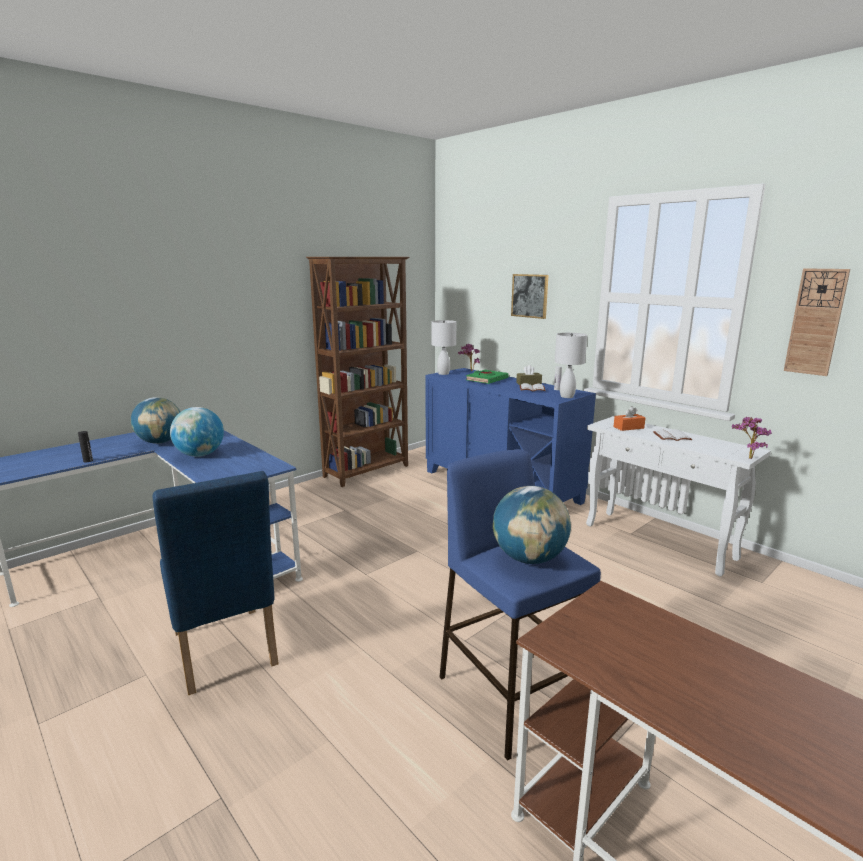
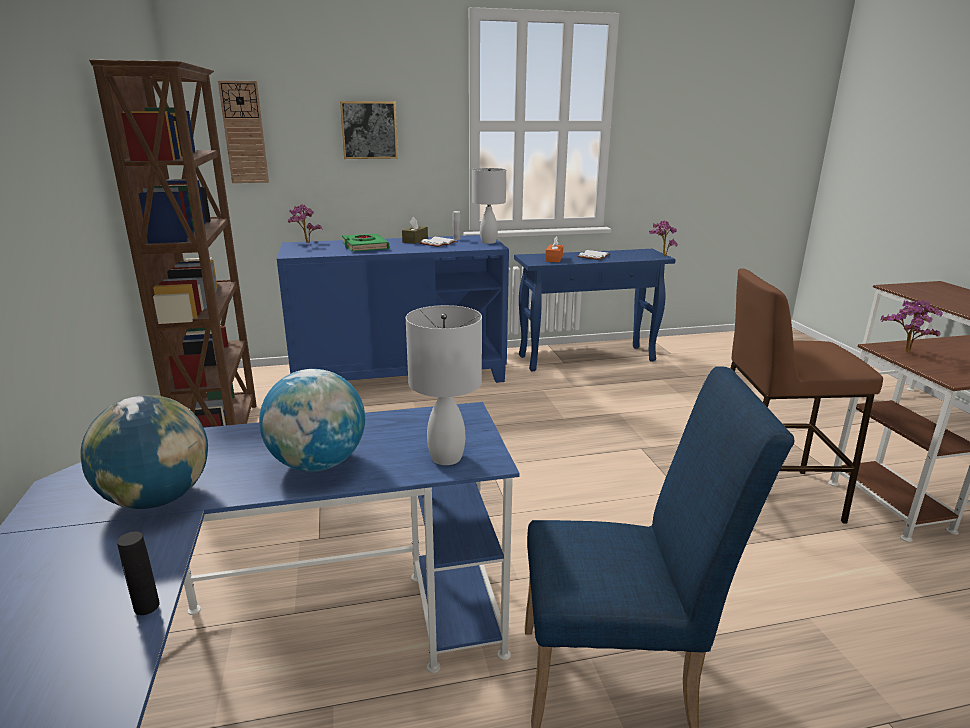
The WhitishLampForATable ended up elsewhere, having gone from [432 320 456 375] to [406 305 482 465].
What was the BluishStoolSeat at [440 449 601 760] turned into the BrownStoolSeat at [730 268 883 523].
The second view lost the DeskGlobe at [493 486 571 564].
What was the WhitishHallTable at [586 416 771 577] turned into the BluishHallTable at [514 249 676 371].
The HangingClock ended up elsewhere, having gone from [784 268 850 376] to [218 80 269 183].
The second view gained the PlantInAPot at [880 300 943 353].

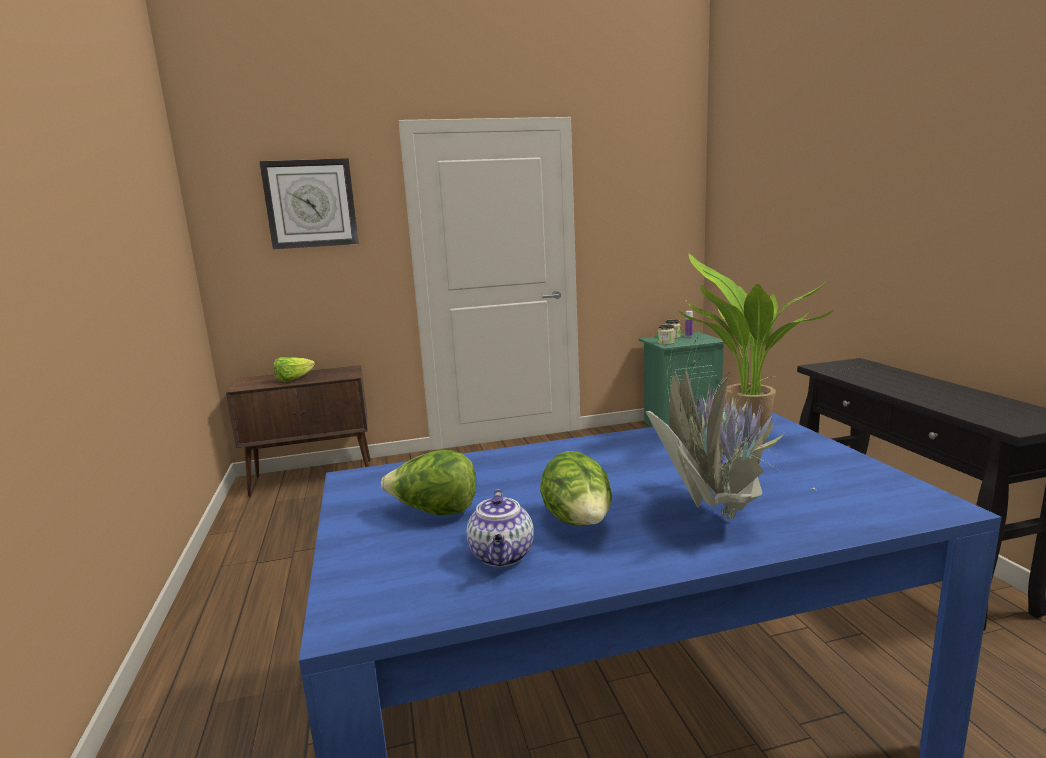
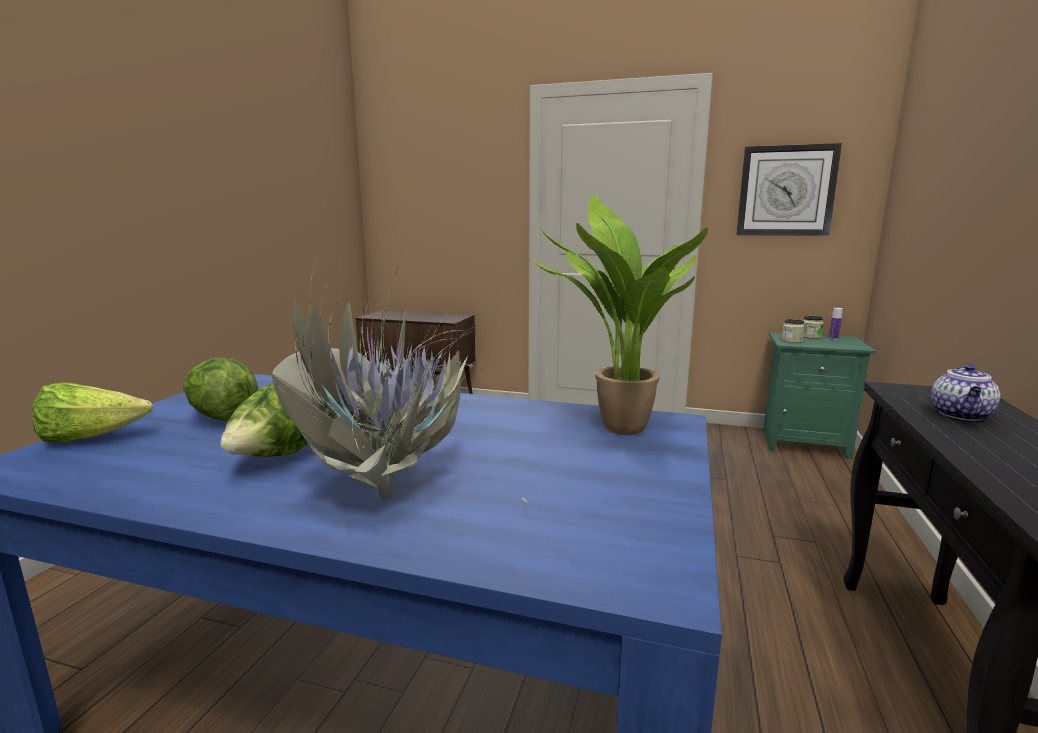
The HangingClock ended up elsewhere, having gone from [259 158 359 249] to [737 143 842 236].
The Lettuce ended up elsewhere, having gone from [273 357 315 382] to [32 382 153 443].
The PotForTea ended up elsewhere, having gone from [467 489 534 567] to [931 364 1000 421].

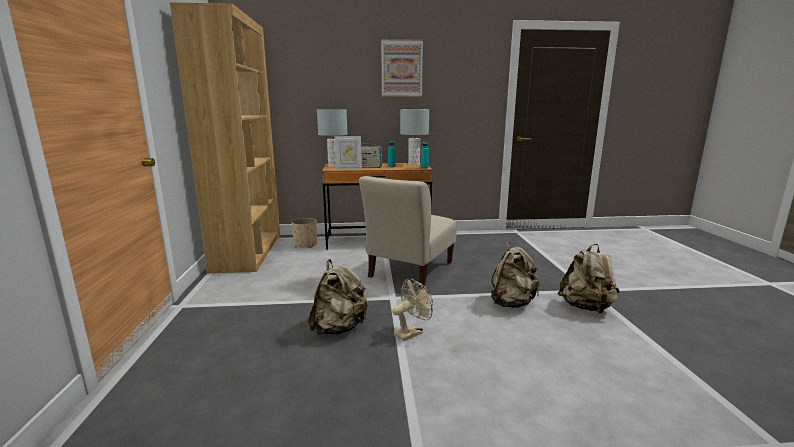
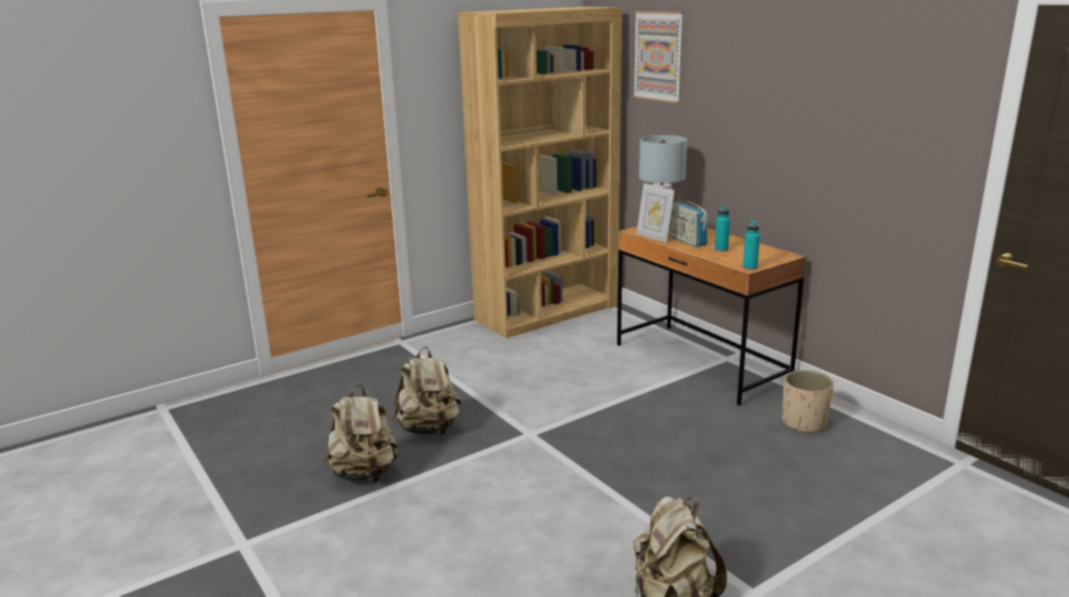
The SandColouredPlantPot ended up elsewhere, having gone from [291 218 317 248] to [782 370 834 433].
The second view lost the SandColouredUprightChair at [359 176 457 289].
The WallPicture ended up elsewhere, having gone from [381 39 423 97] to [633 11 684 104].
The second view lost the SandColouredCoolingFan at [392 279 433 341].
The second view lost the GreyishLampForATable at [400 109 429 166].
The SandColouredBackpack ended up elsewhere, having gone from [491 241 540 308] to [324 385 398 483].

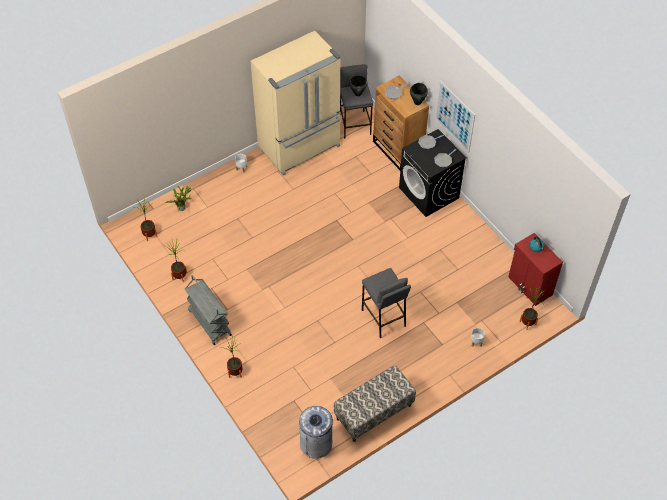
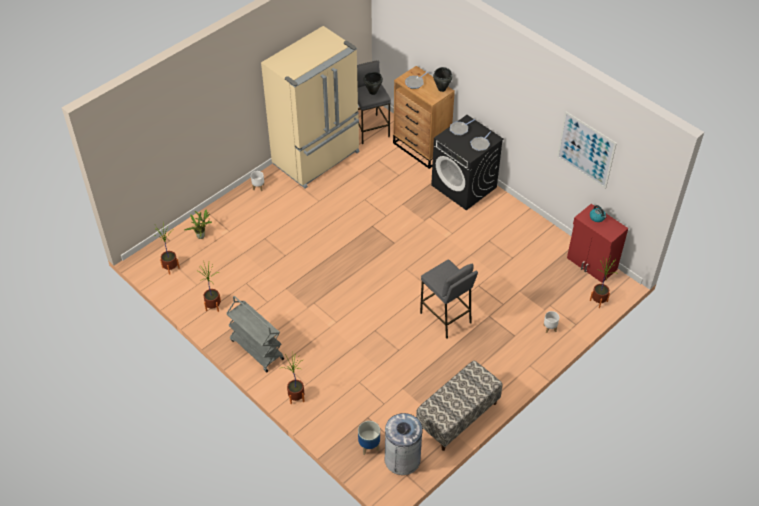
The WallPicture ended up elsewhere, having gone from [435 80 475 153] to [557 111 617 189].
The second view gained the PlantPot at [358 421 380 455].

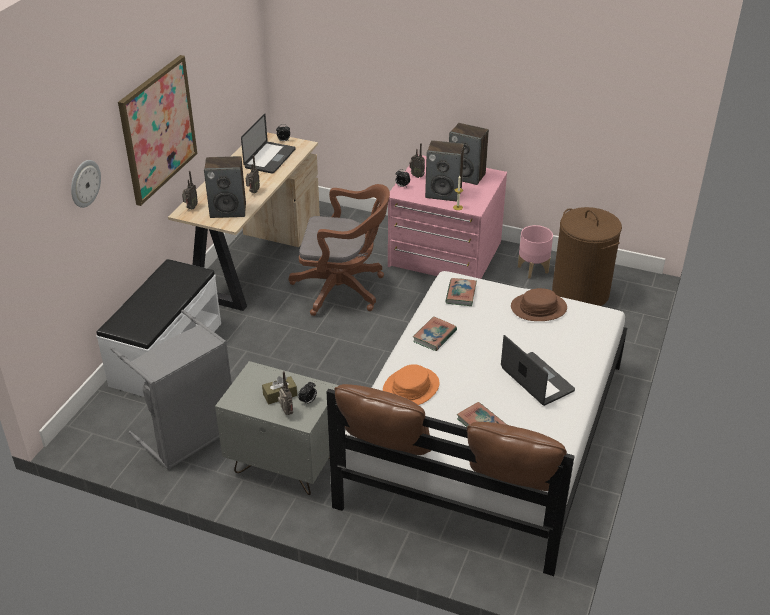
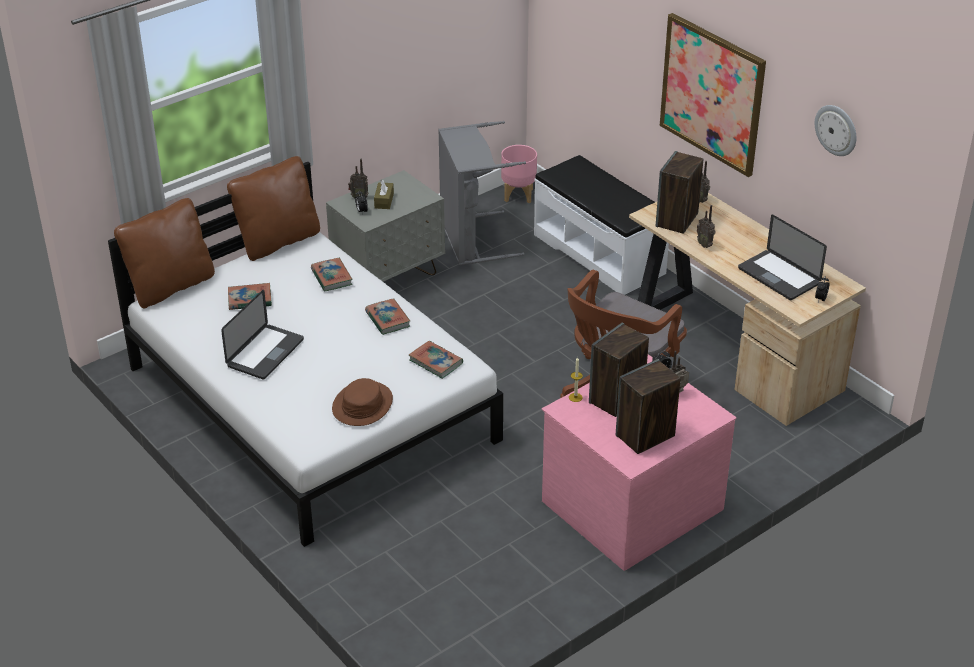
The HangingClock ended up elsewhere, having gone from [71 160 101 208] to [815 105 856 156].
Where the OrangeColouredHat stood at [383 364 440 405], the Volume came to stand at [311 258 353 292].
The NotebookComputer at [501 335 575 406] ended up facing another way, 60 degrees counterclockwise from before.
The PinkishPlantPot ended up elsewhere, having gone from [518 225 553 279] to [501 145 537 203].
The second view lost the BrownLaundryBasket at [552 207 622 306].

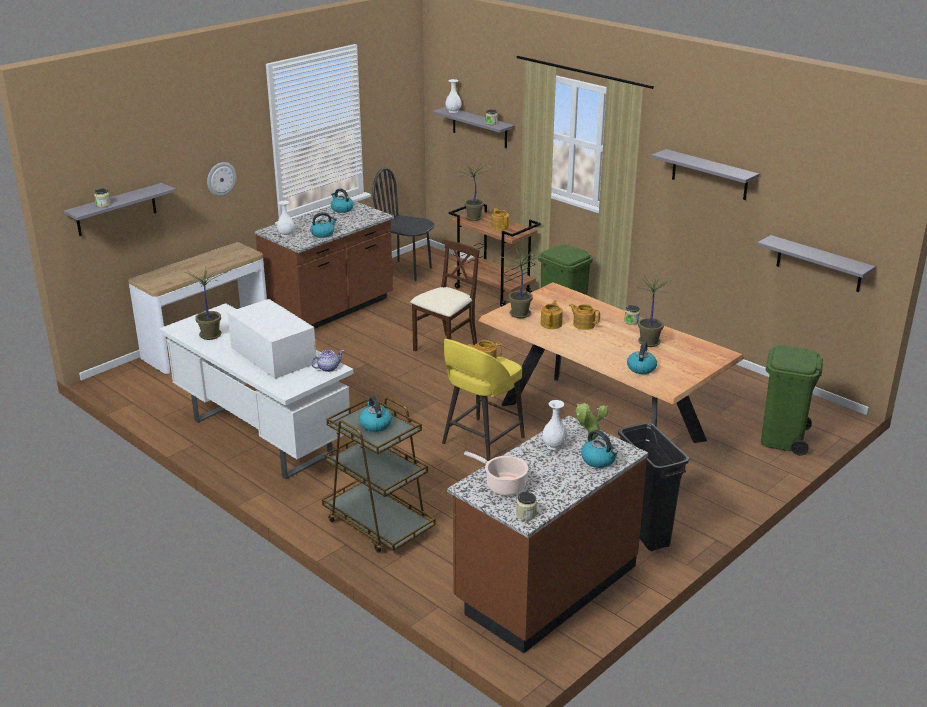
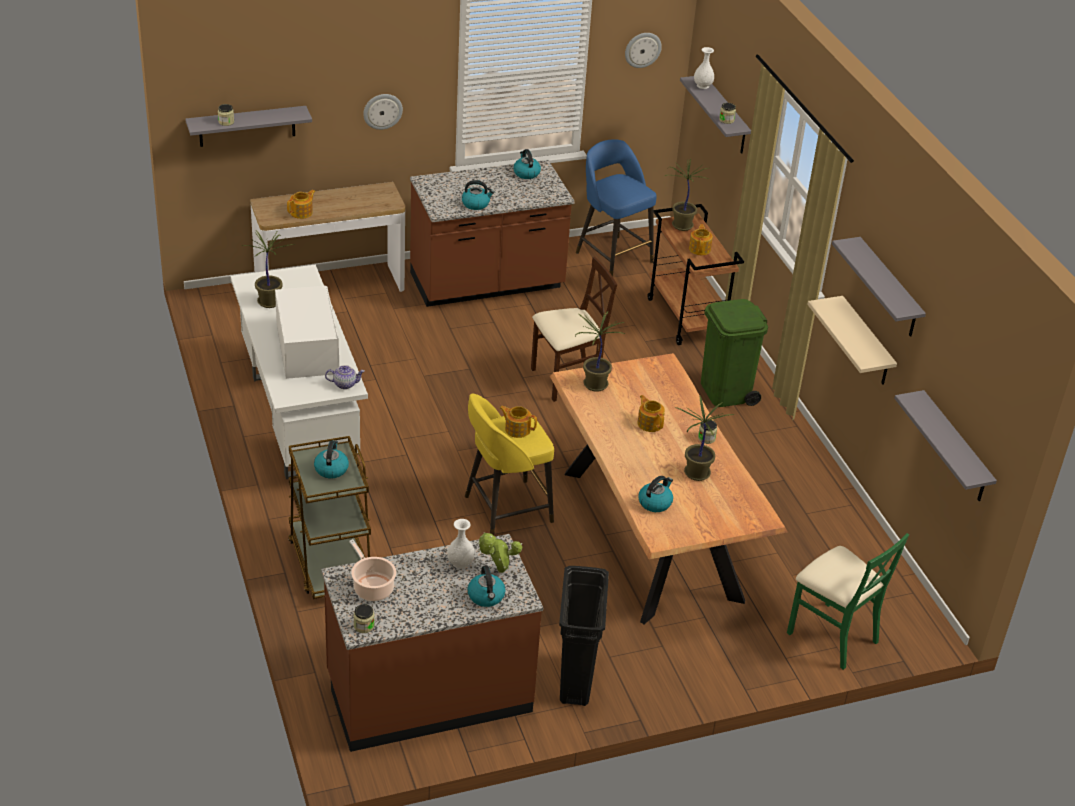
The second view lost the WhitishDecorativeVase at [277 201 295 237].
Where the BlackColouredUprightChair stood at [372 168 435 282], the BluishStoolSeat came to stand at [576 139 657 276].
The PotForTea ended up elsewhere, having gone from [540 300 563 329] to [287 190 315 219].
Where the GreenishWasteBin stood at [761 345 823 455], the GreenishUprightChair came to stand at [787 533 909 670].
The second view gained the HangingClock at [625 33 662 68].
The second view gained the SandColouredShelf at [807 296 897 385].

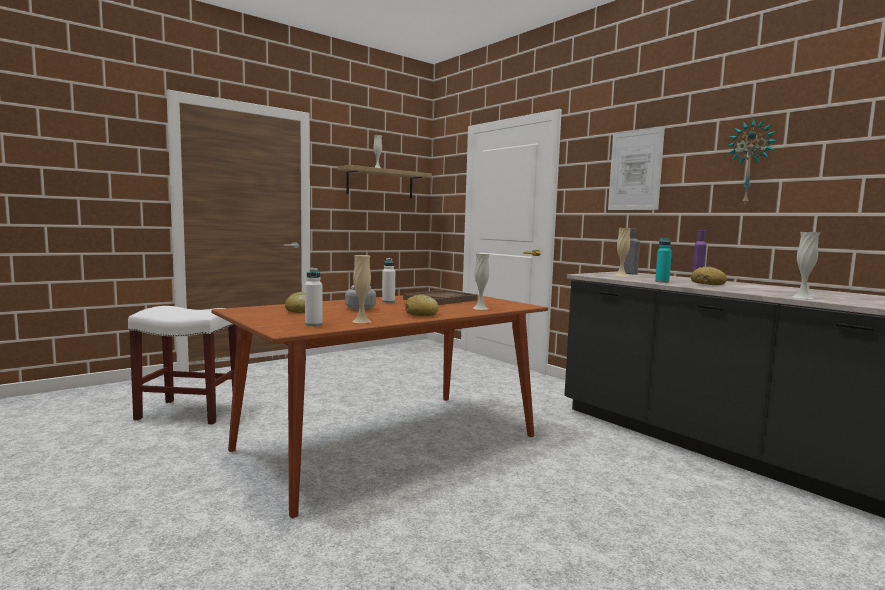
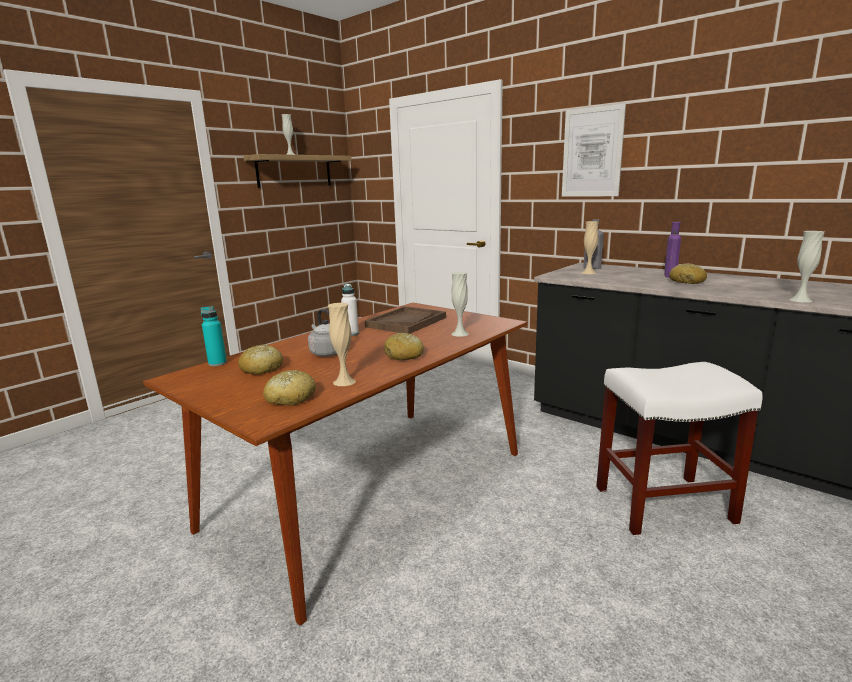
The WhitishStoolSeat ended up elsewhere, having gone from [128 306 238 425] to [596 362 762 536].
Where the WhitishBottle stood at [305 267 322 326], the BakeryBread came to stand at [263 370 316 406].
The TurquoiseBottle ended up elsewhere, having gone from [655 238 672 283] to [201 306 227 366].
The second view lost the HangingClock at [726 119 778 204].

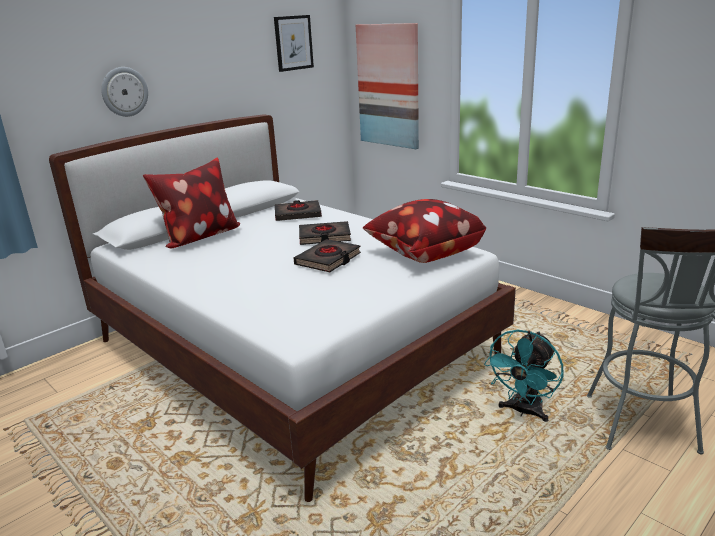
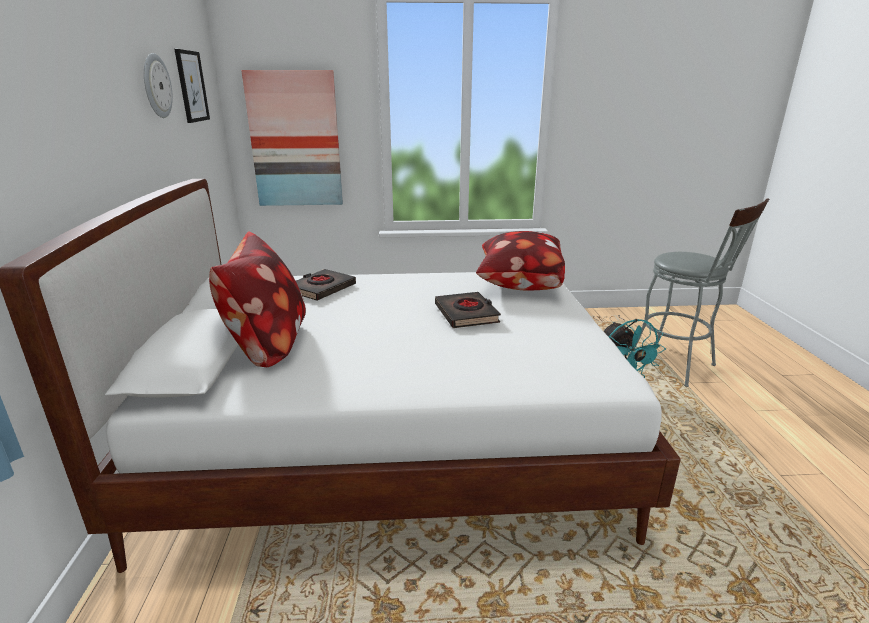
The HangingClock ended up elsewhere, having gone from [101 67 148 117] to [144 53 173 118].
The second view lost the BlackColouredVolume at [299 221 351 245].

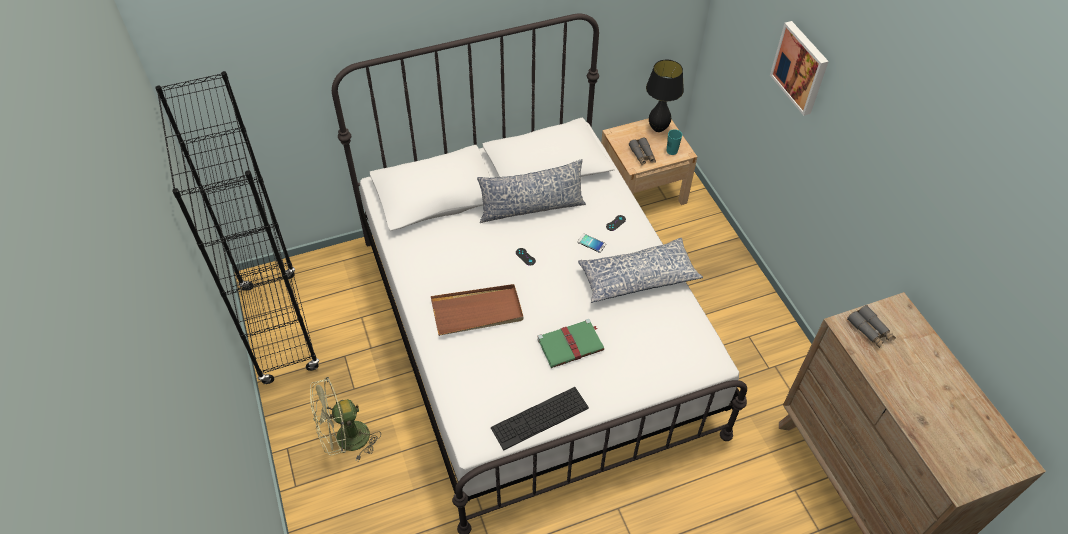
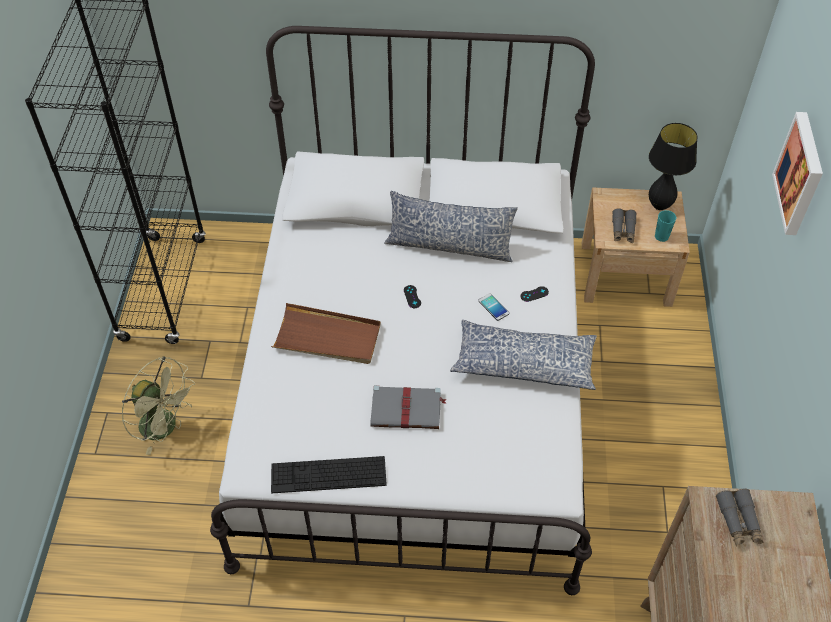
The GreenishCoolingFan at [310 377 381 461] ended up facing another way, 150 degrees counterclockwise from before.
What was the GreenishVolume at [537 319 604 368] turned into the GreyishVolume at [370 385 447 429].

